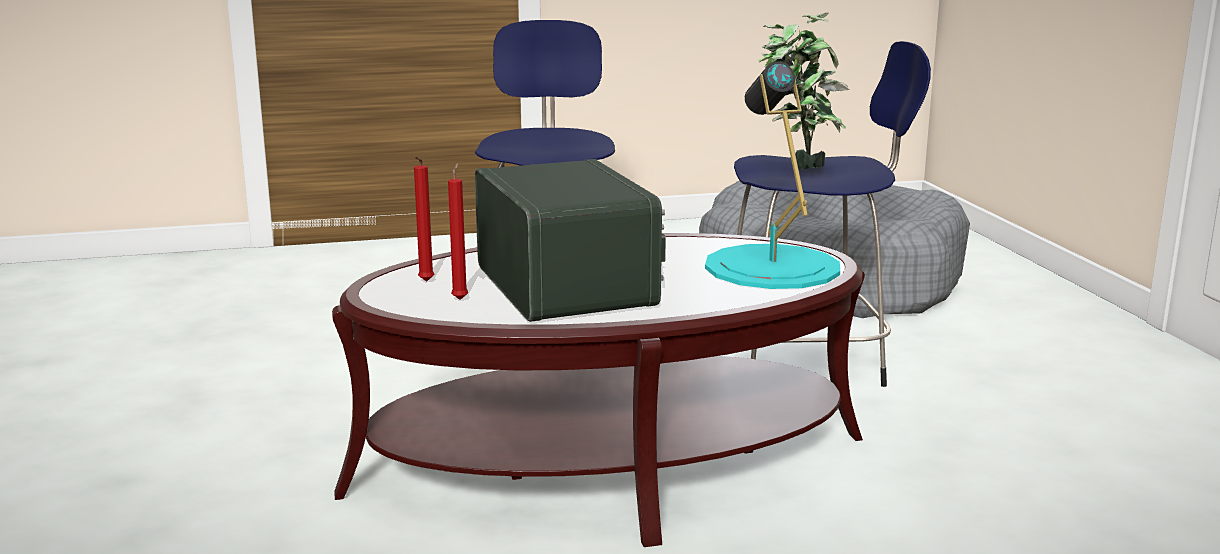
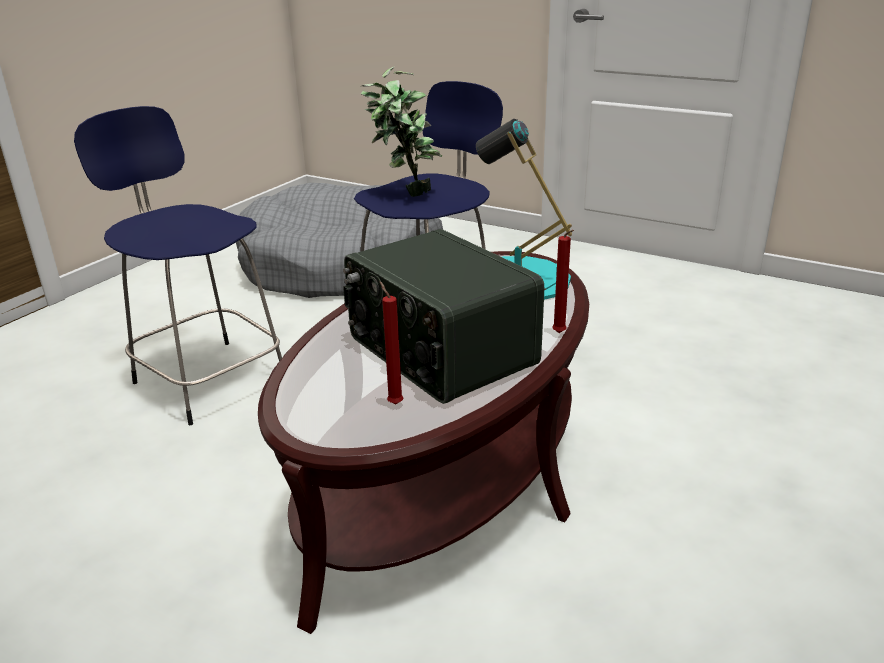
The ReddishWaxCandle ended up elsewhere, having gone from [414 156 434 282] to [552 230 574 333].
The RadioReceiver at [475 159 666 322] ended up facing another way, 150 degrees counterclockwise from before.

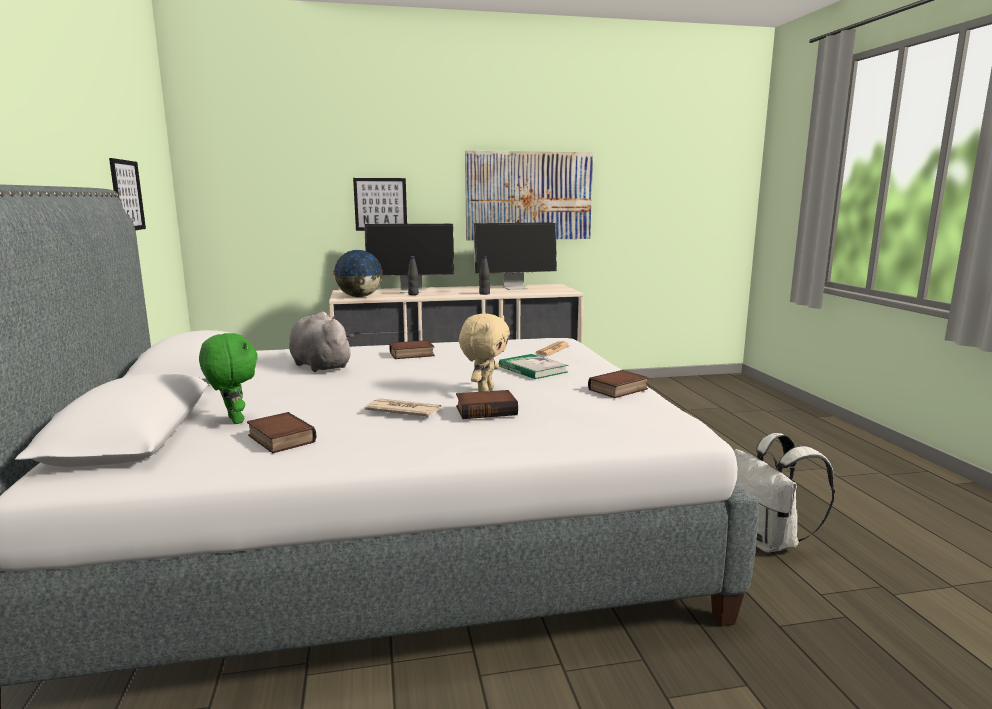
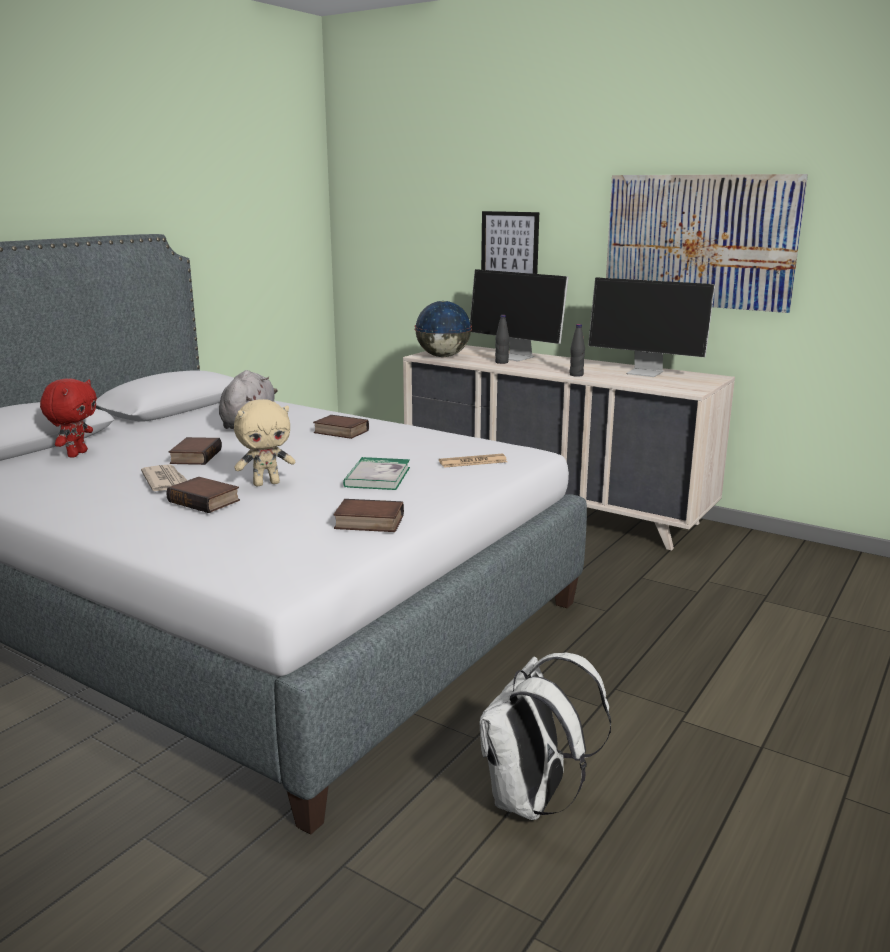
The second view lost the WallPicture at [109 158 146 230].
What was the GreenishSoftToy at [199 333 258 424] turned into the ReddishSoftToy at [40 378 97 458].
The Volume ended up elsewhere, having gone from [247 412 316 453] to [169 437 222 465].

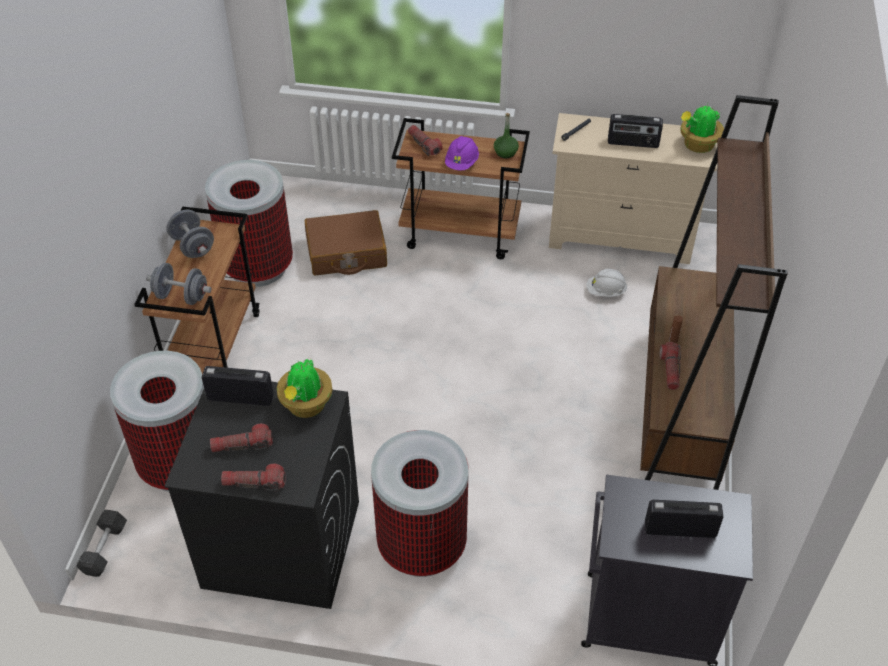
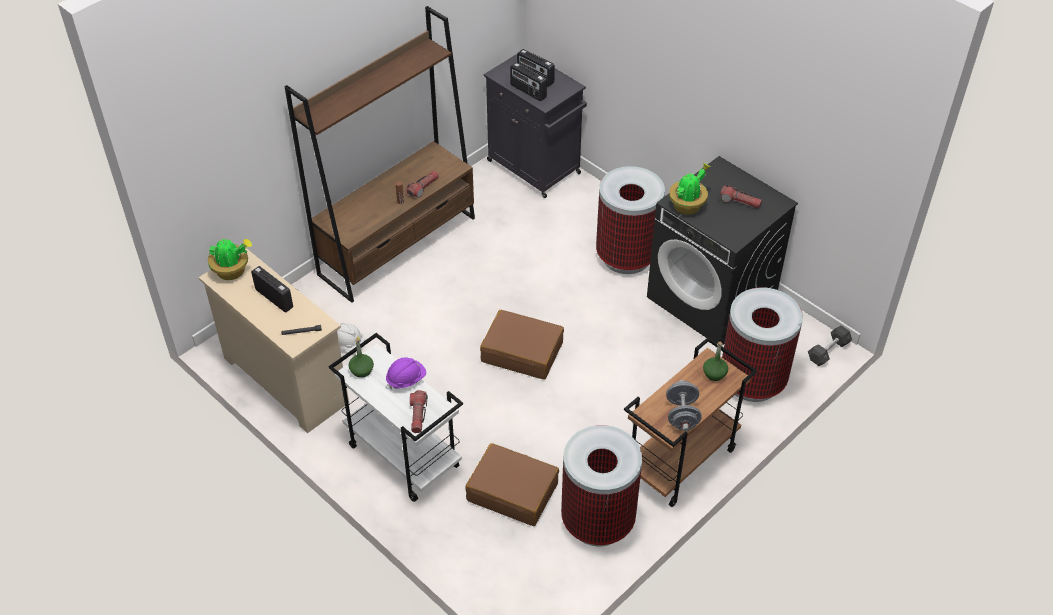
Where the GreyishDumbbell stood at [146 263 211 305], the GreenishBottle came to stand at [703 342 728 381].
The RadioReceiver ended up elsewhere, having gone from [202 366 274 406] to [510 62 547 101].
The second view lost the HandTorch at [221 464 286 492].
What was the BrownTrolley at [392 118 530 259] turned into the WhitishTrolley at [328 333 463 502].
The second view gained the BrownSuitcase at [480 310 564 380].

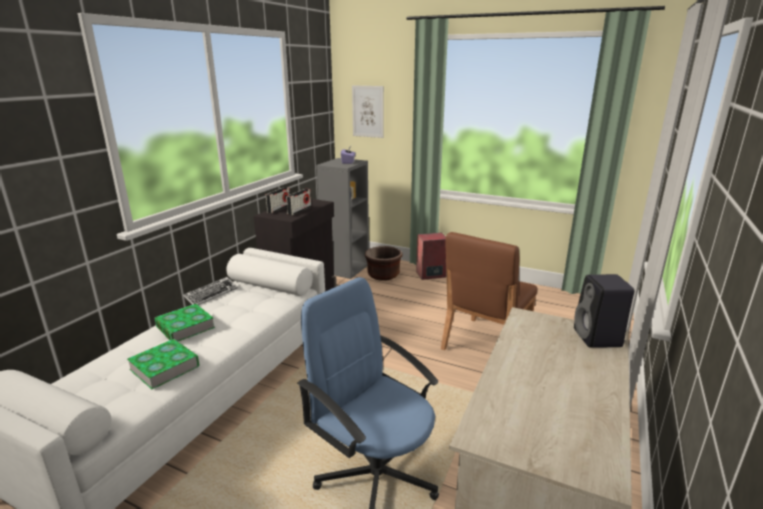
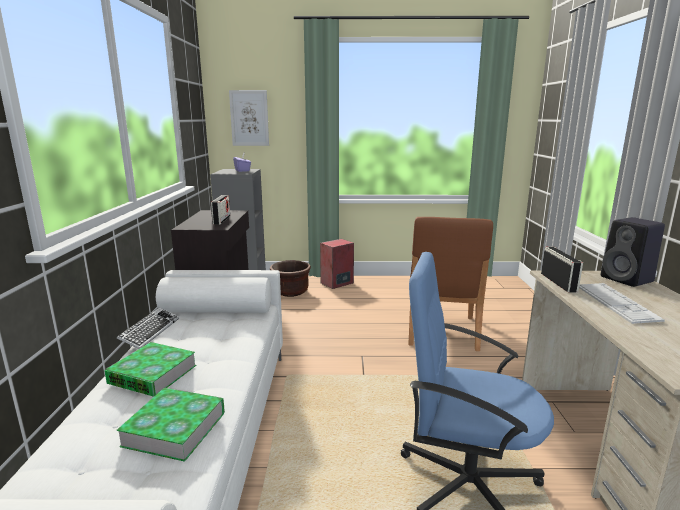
The RadioReceiver ended up elsewhere, having gone from [266 187 290 213] to [541 247 583 293].
The second view gained the ComputerKeyboard at [579 283 665 324].

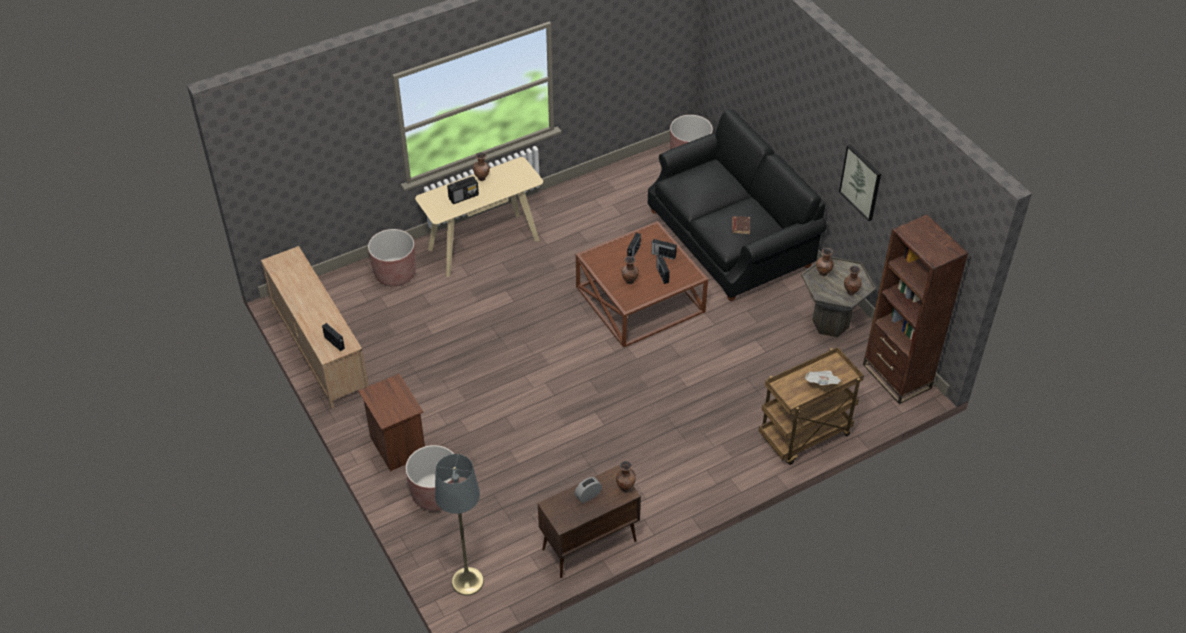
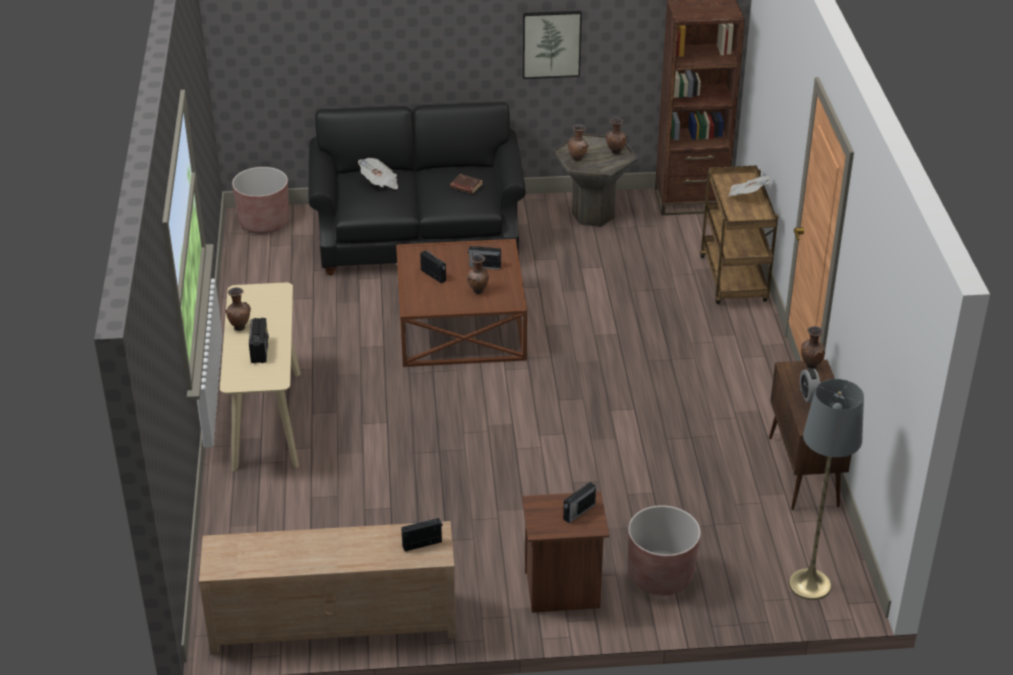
The second view lost the BrownPlantPot at [368 229 416 286].
The RadioReceiver ended up elsewhere, having gone from [651 239 677 260] to [563 481 596 523].
The second view gained the DailyPaper at [358 158 398 189].

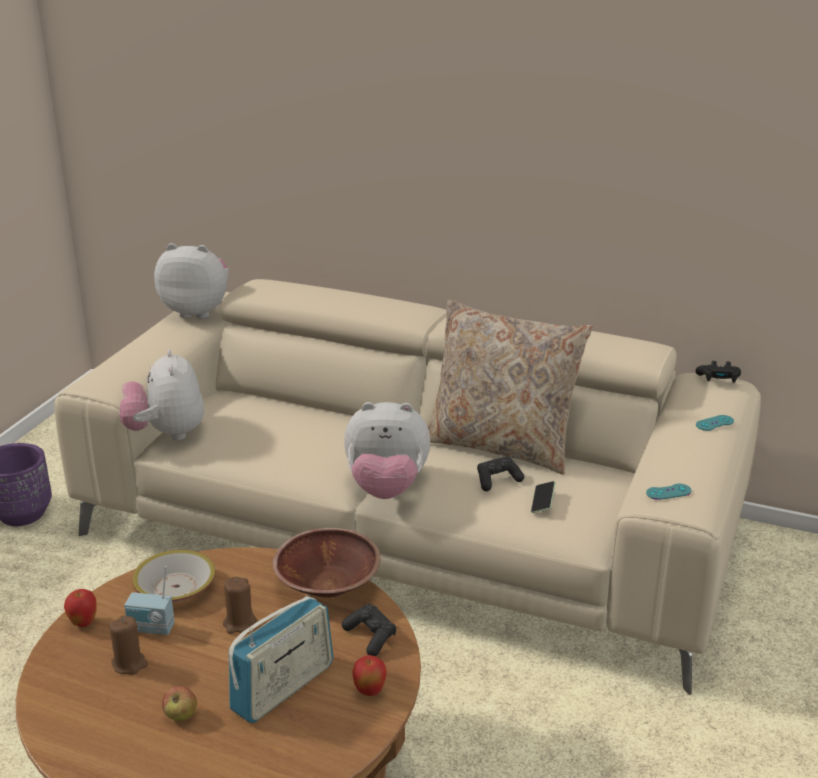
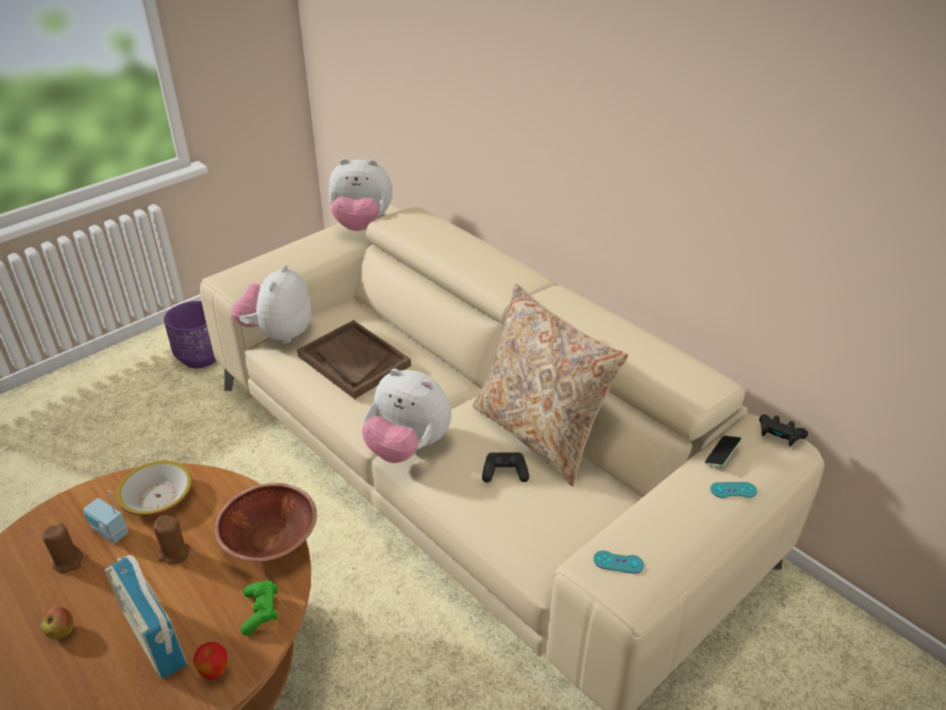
The second view lost the AppleFruit at [64 589 97 627].
The SoftToy at [154 243 229 319] ended up facing another way, 150 degrees clockwise from before.
The RadioReceiver at [228 596 333 723] ended up facing another way, 75 degrees clockwise from before.
What was the BlackColouredGameController at [342 604 396 656] turned into the GreenishGameController at [241 580 278 635].
The Telephone ended up elsewhere, having gone from [531 481 555 513] to [704 436 742 466].
The second view gained the BrownServingTray at [297 320 411 399].

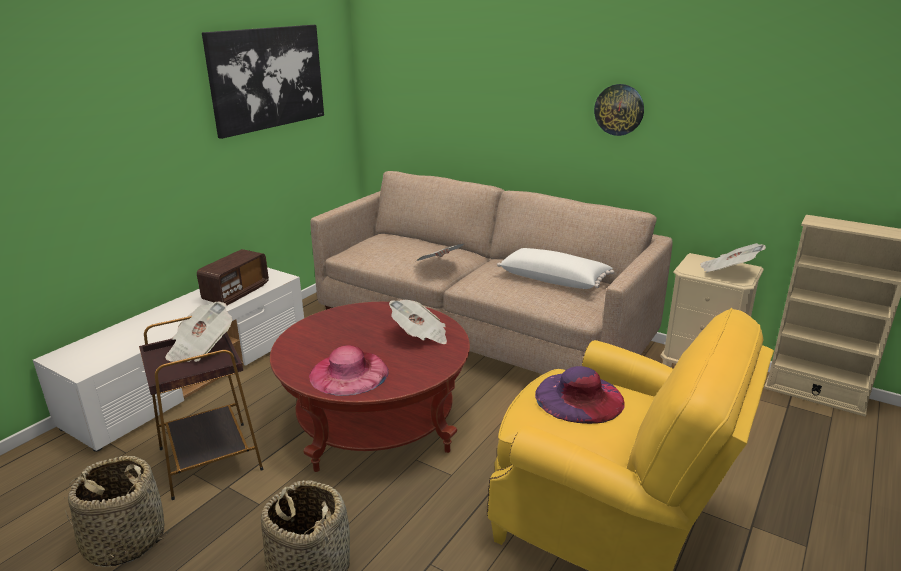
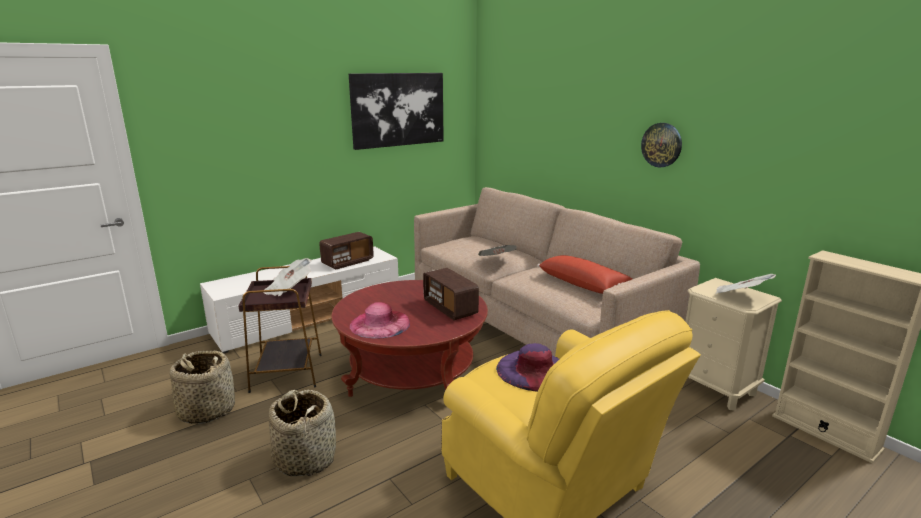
Where the DailyPaper stood at [389 300 447 344], the RadioReceiver came to stand at [423 268 479 320].
What was the WhitishPillow at [497 248 614 289] turned into the ReddishPillow at [537 255 632 294].

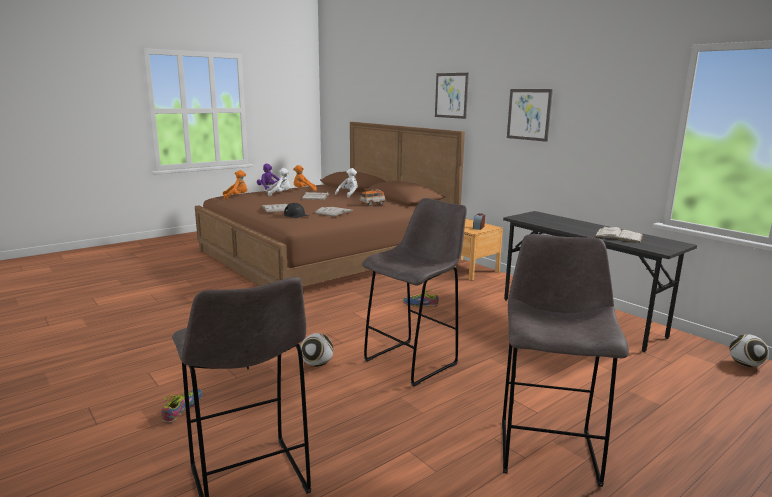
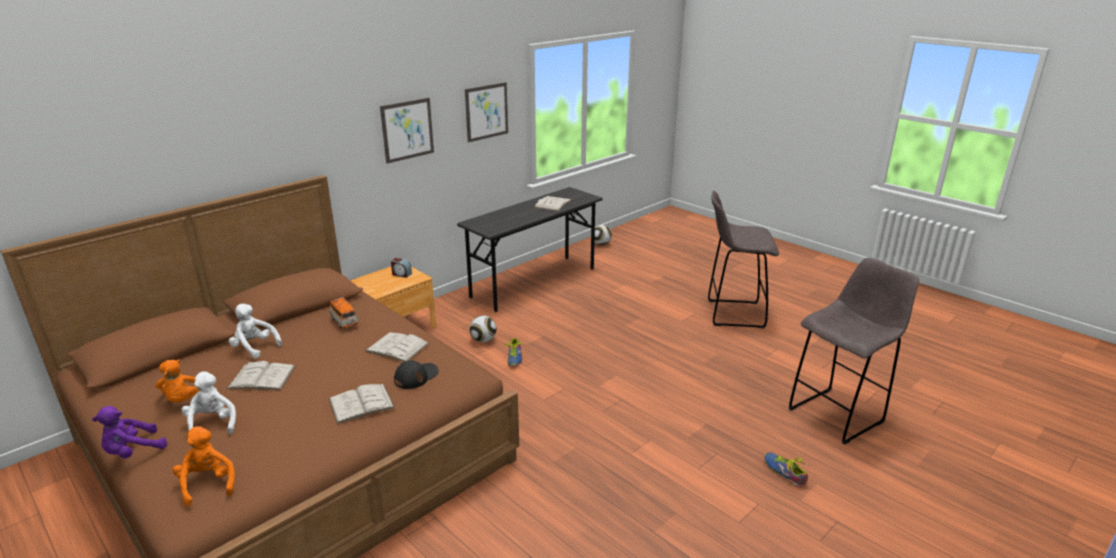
The ItemOfFootwear at [161 389 203 423] ended up facing another way, 45 degrees clockwise from before.
The BallForFootball ended up elsewhere, having gone from [301 333 333 367] to [469 315 496 342].
The second view lost the GreyishStoolSeat at [362 198 467 387].
The WallPicture ended up elsewhere, having gone from [435 73 469 119] to [465 82 508 142].

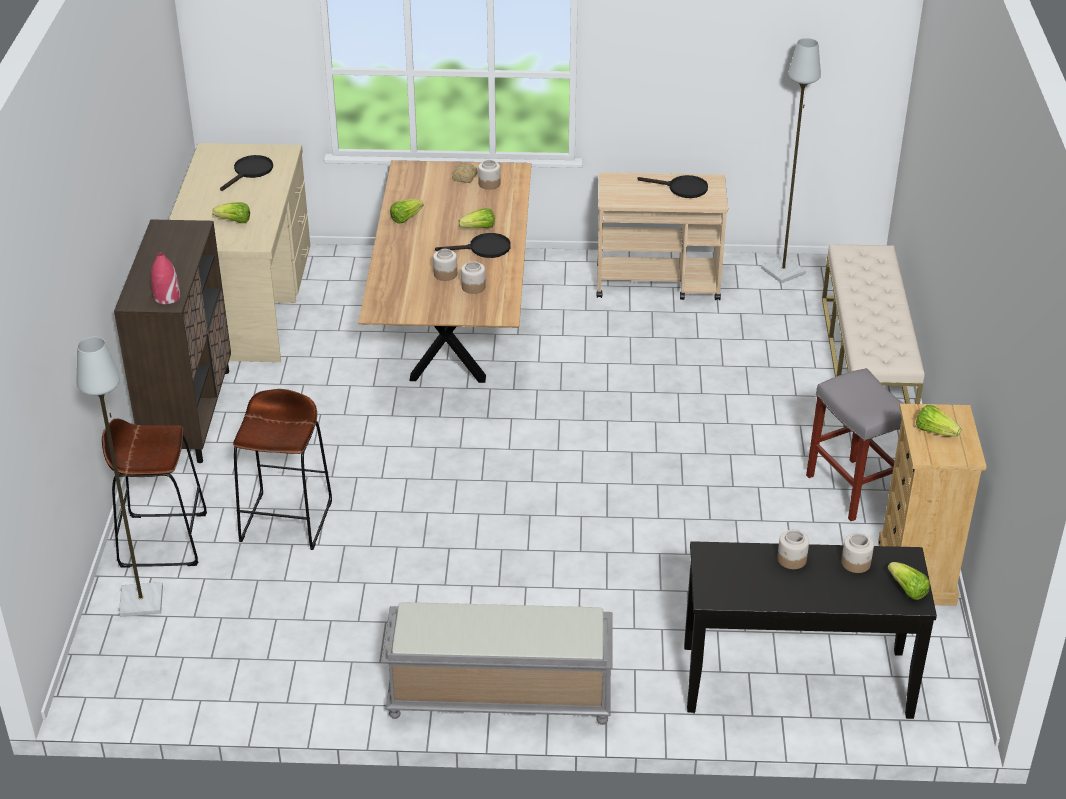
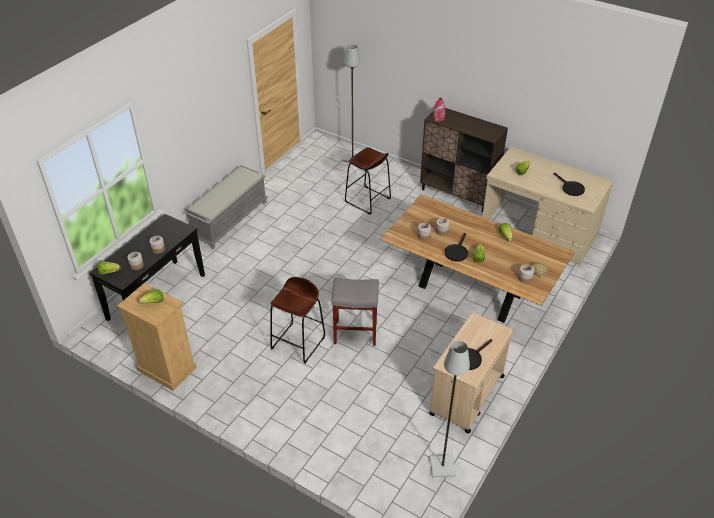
The BrownStoolSeat ended up elsewhere, having gone from [102 418 207 568] to [270 277 325 363].
The GreyishStoolSeat ended up elsewhere, having gone from [806 368 904 521] to [332 278 379 346].
The second view lost the SandColouredIndoorBench at [822 244 925 430].

